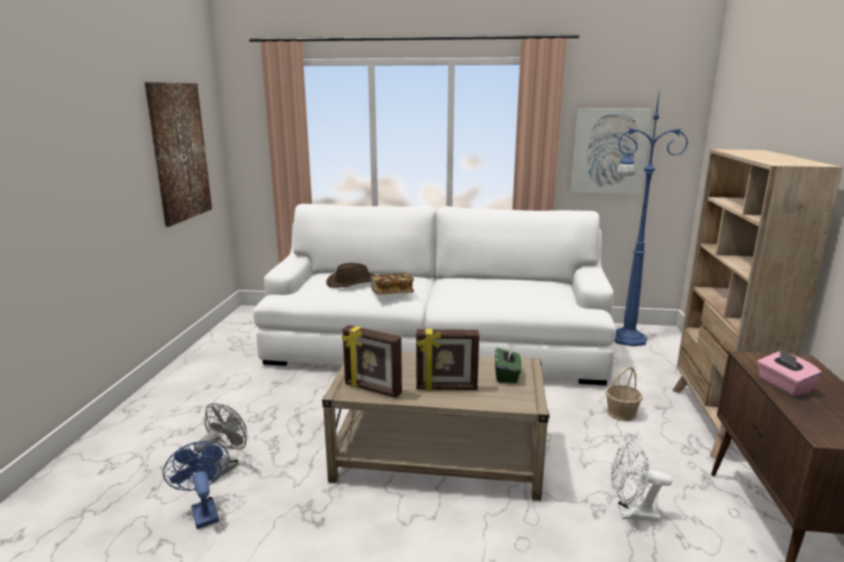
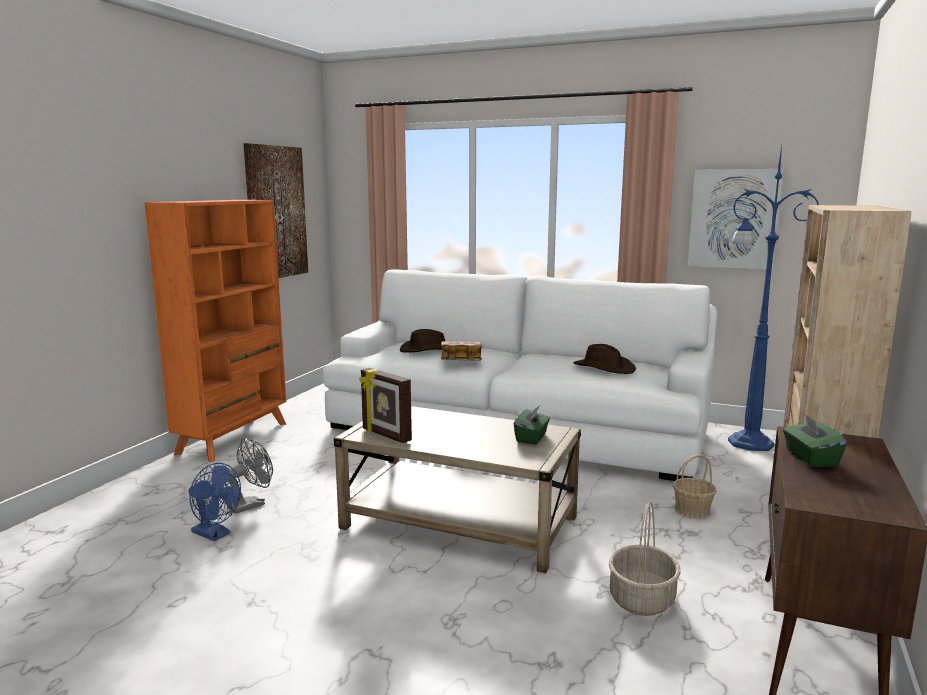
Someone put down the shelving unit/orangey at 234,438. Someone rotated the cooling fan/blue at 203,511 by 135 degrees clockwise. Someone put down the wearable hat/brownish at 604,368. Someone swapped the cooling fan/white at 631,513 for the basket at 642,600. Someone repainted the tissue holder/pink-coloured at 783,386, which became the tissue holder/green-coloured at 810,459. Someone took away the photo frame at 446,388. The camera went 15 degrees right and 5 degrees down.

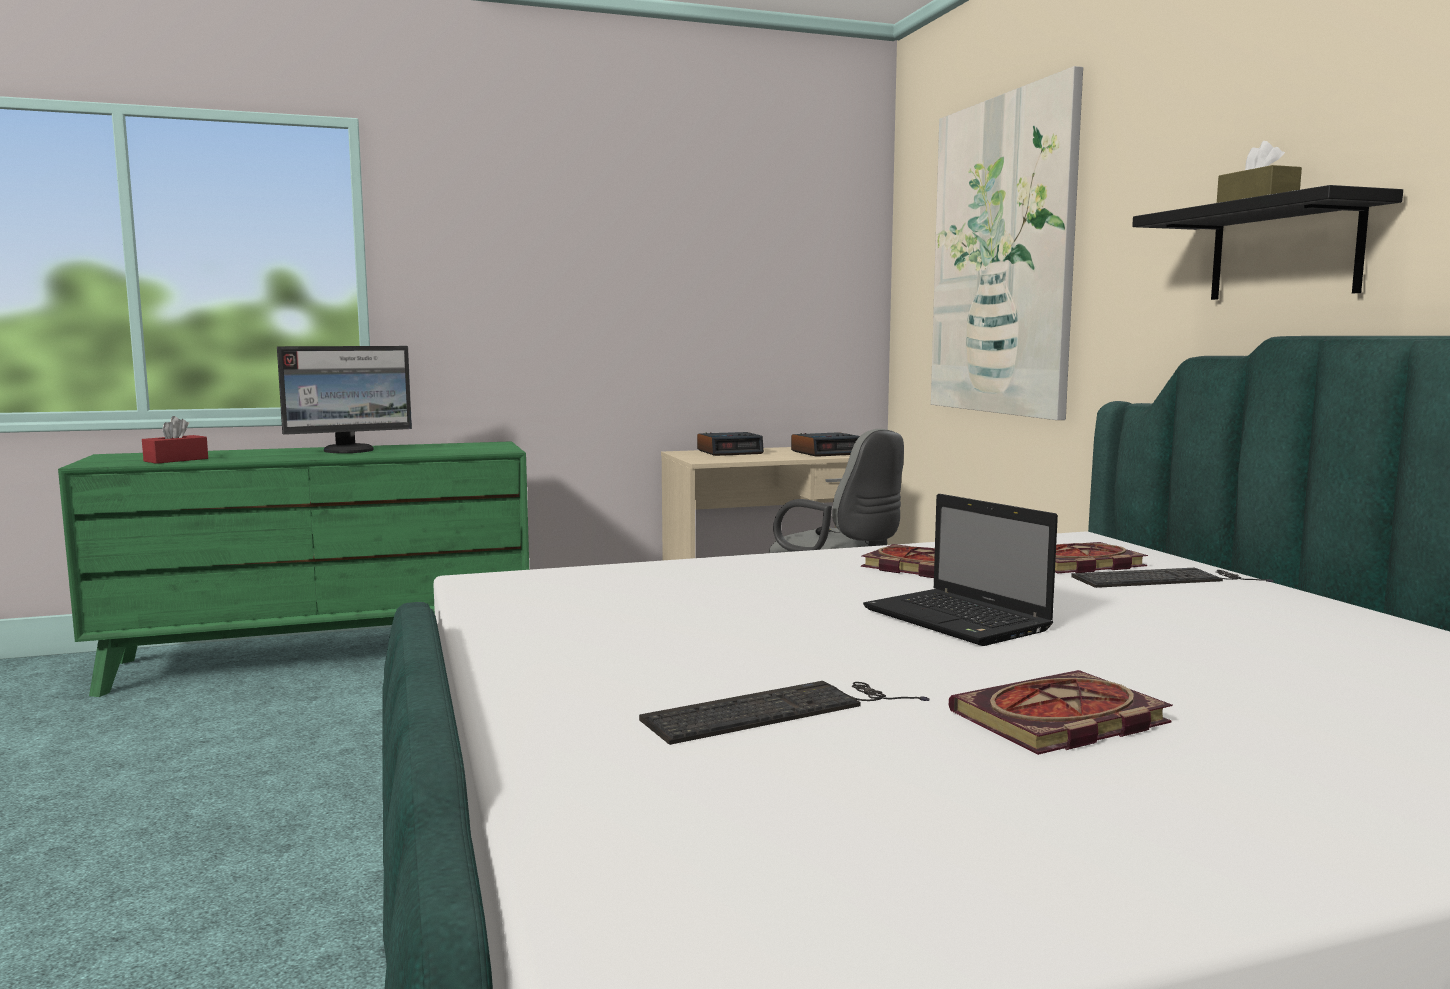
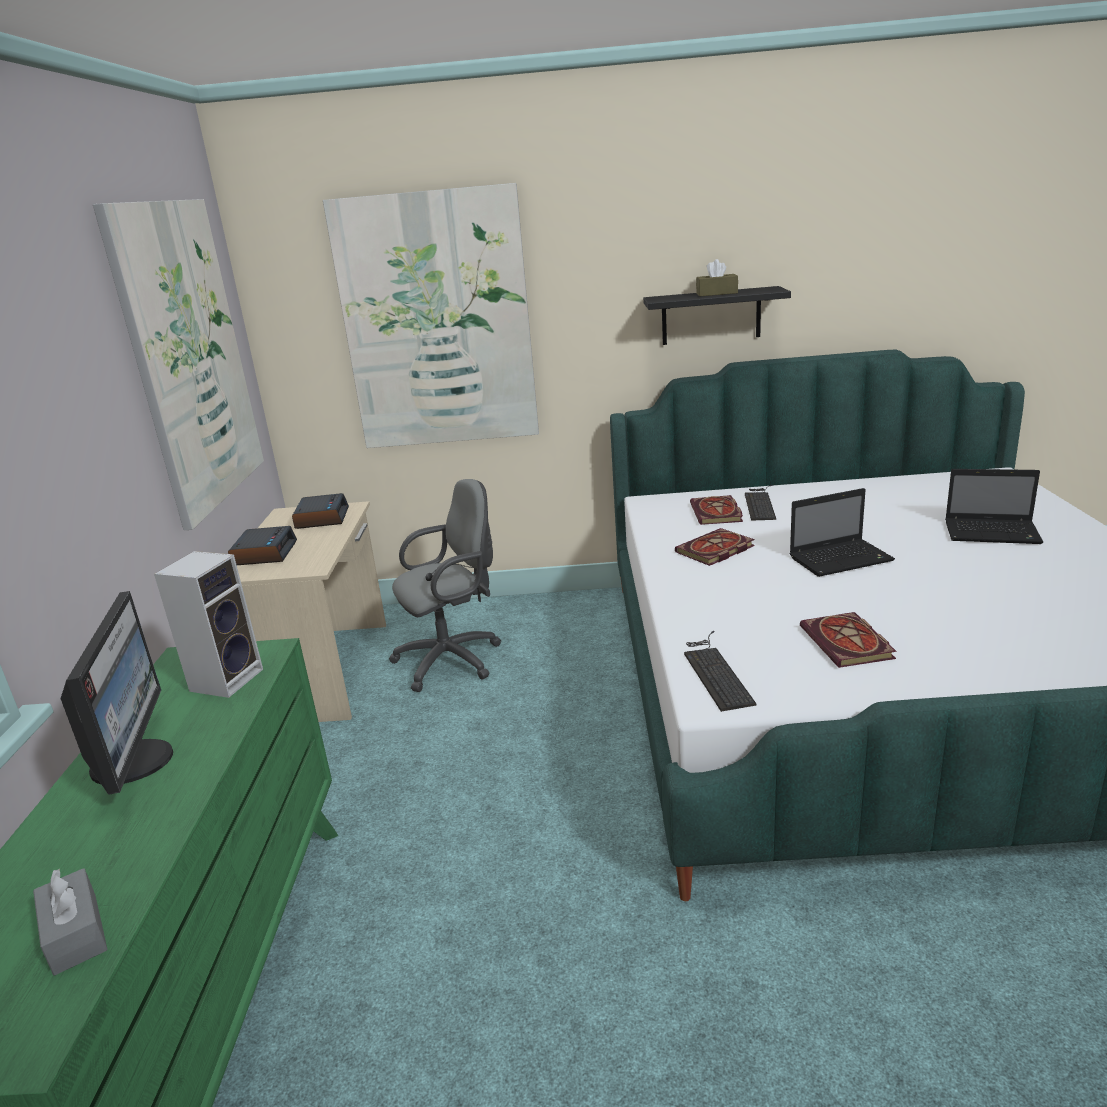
Someone repainted the tissue holder/reddish at 176,460, which became the tissue holder/gray at 75,933. Someone put up the picture at 189,357. Someone put down the loudspeaker at 227,678. Someone carried the keyboard from 778,710 to 715,671. Someone carried the bound book from 1058,721 to 849,644. Someone put down the notebook computer at 993,533. The camera went 70 degrees left and 15 degrees up.

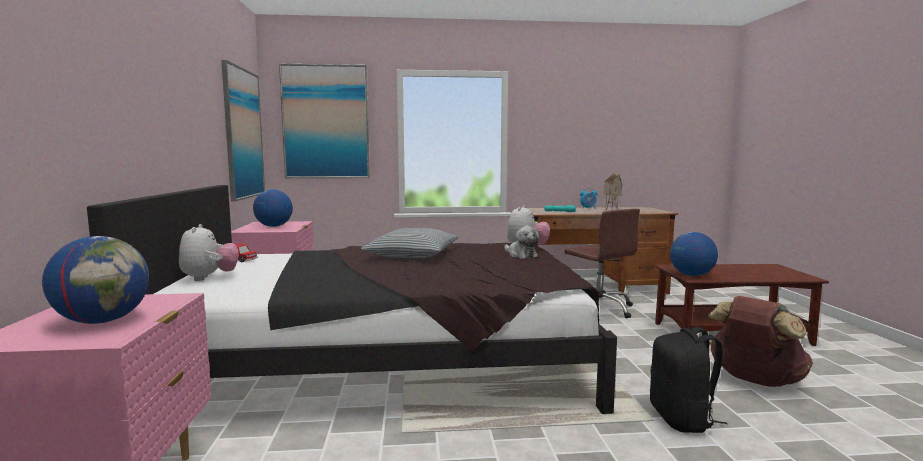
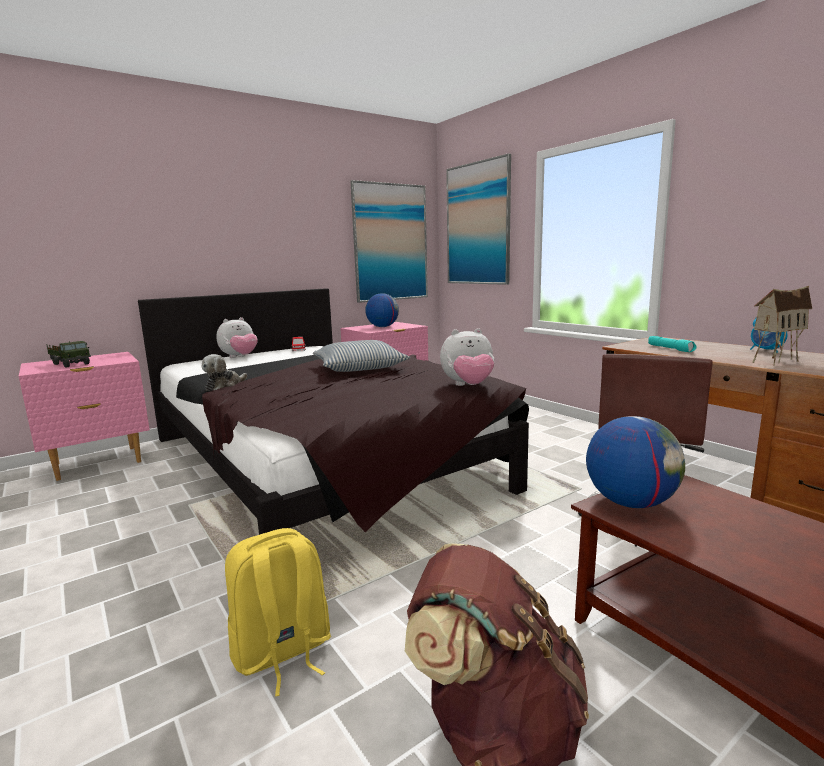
Someone swapped the globe at 103,321 for the toy lorry at 71,364. Someone carried the soft toy from 520,255 to 225,386. Someone repainted the rucksack/blackish at 682,419, which became the rucksack/yellow at 282,653. The camera went 60 degrees right and 5 degrees up.

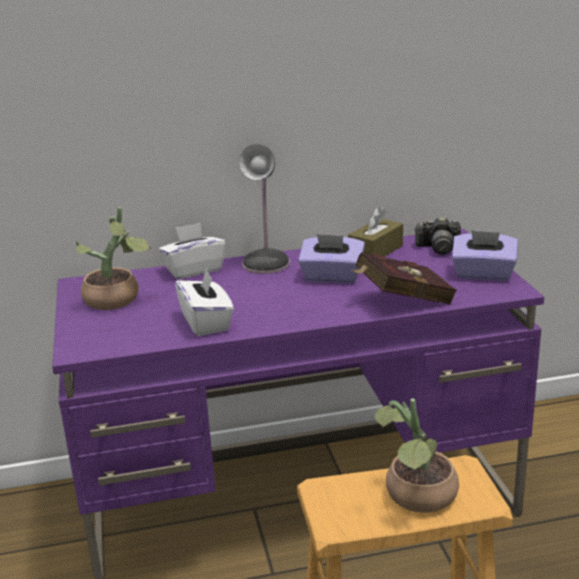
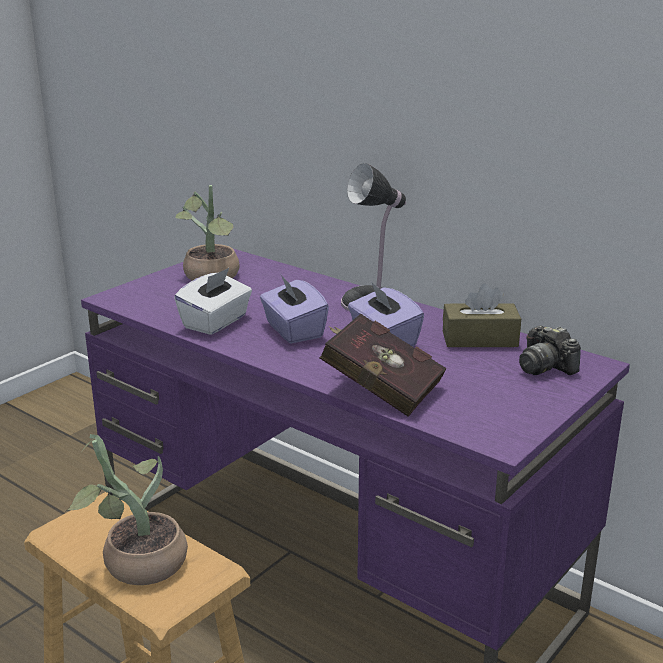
Someone carried the tissue holder/purplish from 483,274 to 293,330. Someone took away the tissue holder/white at 194,270. The camera went 50 degrees right and 0 degrees up.

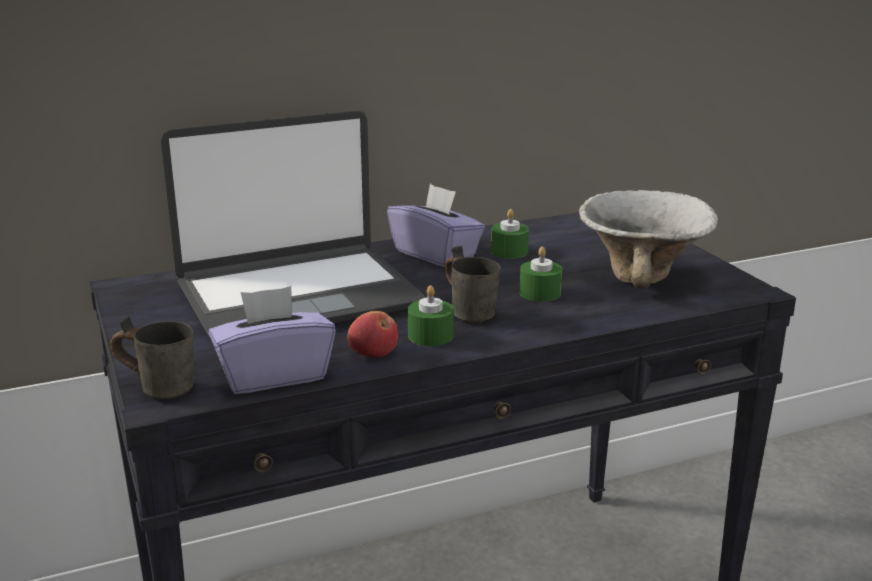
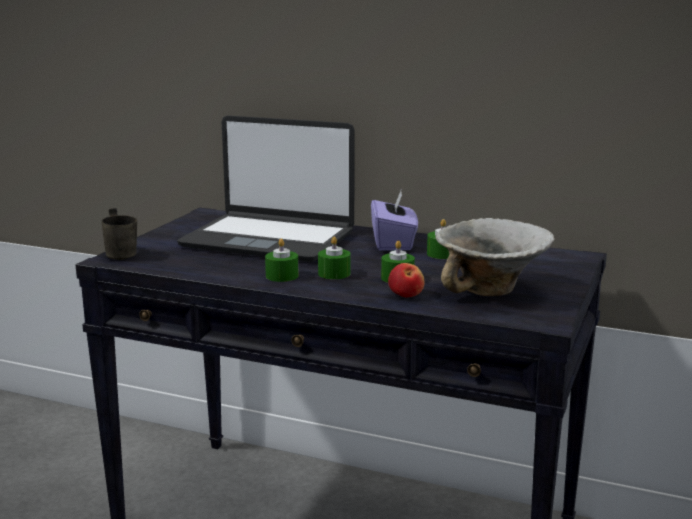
Someone swapped the tea mug/gray at 472,311 for the wax candle/green-coloured at 334,273. Someone carried the apple from 373,352 to 406,294. Someone took away the tissue holder/purplish at 273,375. The camera went 45 degrees right and 5 degrees down.

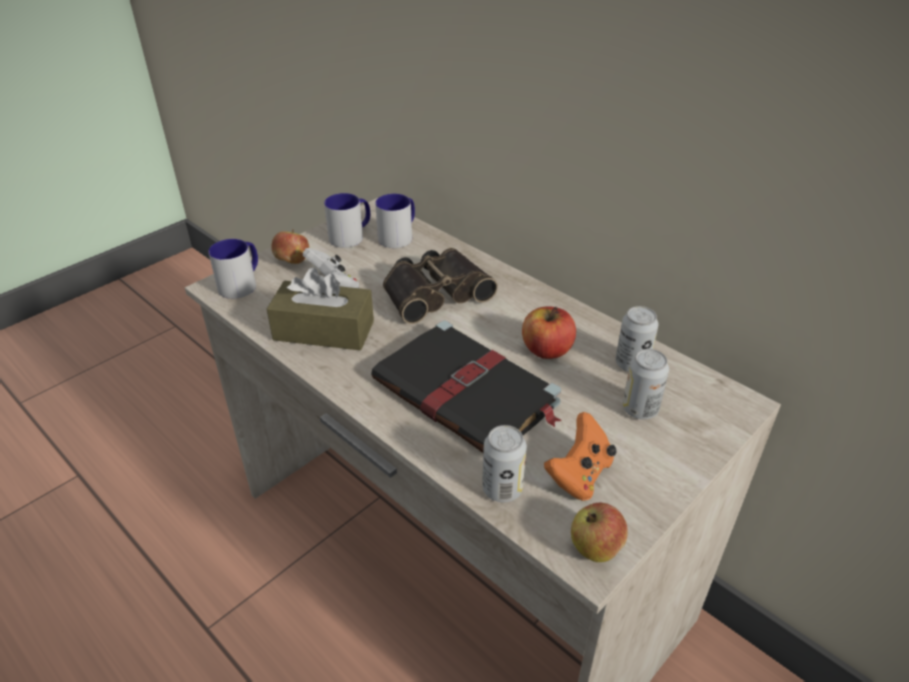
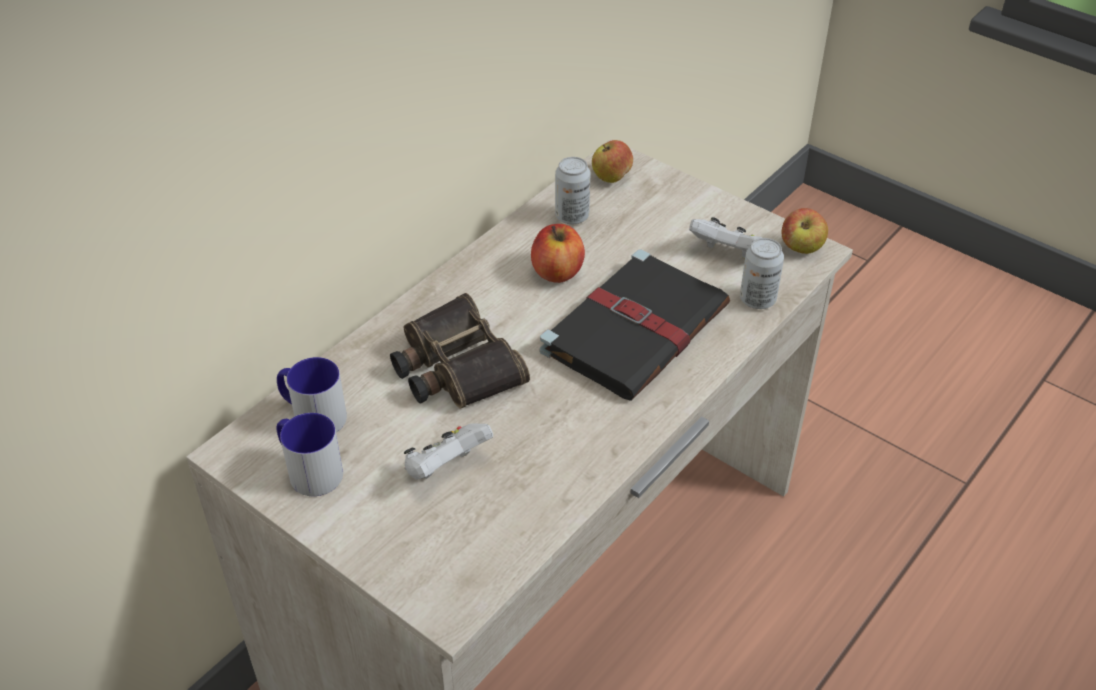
Someone carried the apple from 292,262 to 611,177. Someone repainted the game controller/orangey at 579,475, which became the game controller/white at 727,254. Someone took away the tea mug at 242,283. Someone took away the tissue holder/brownish at 324,330. Someone took away the sealed can at 640,409. The camera went 95 degrees left and 5 degrees up.

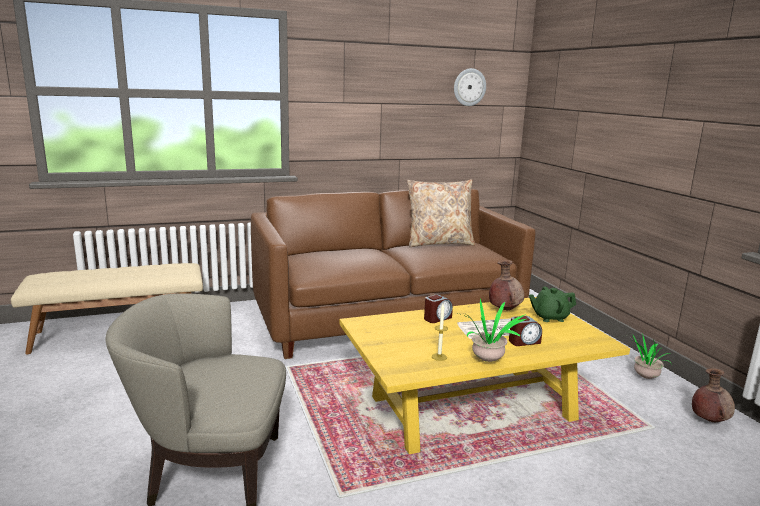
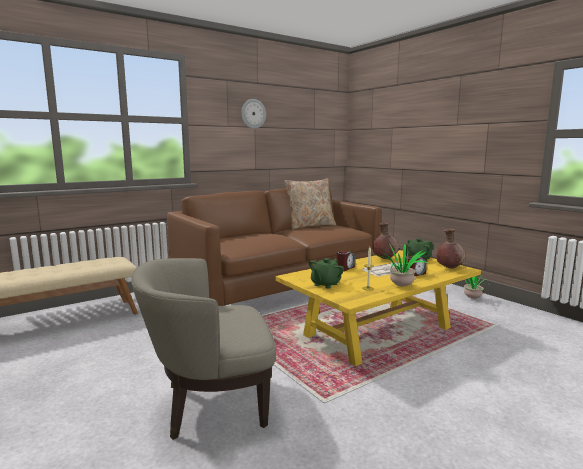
Someone carried the wall clock from 469,87 to 253,114. Someone put down the pot for tea/green-coloured at 325,284. Someone carried the flower vase/brownish from 708,420 to 449,268. The camera went 15 degrees left and 5 degrees down.

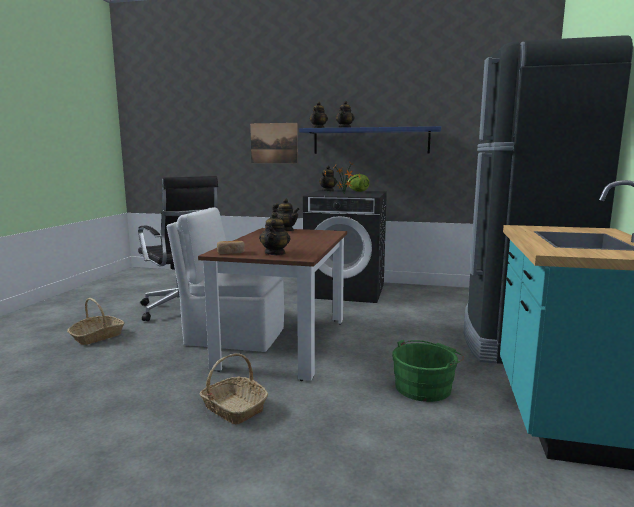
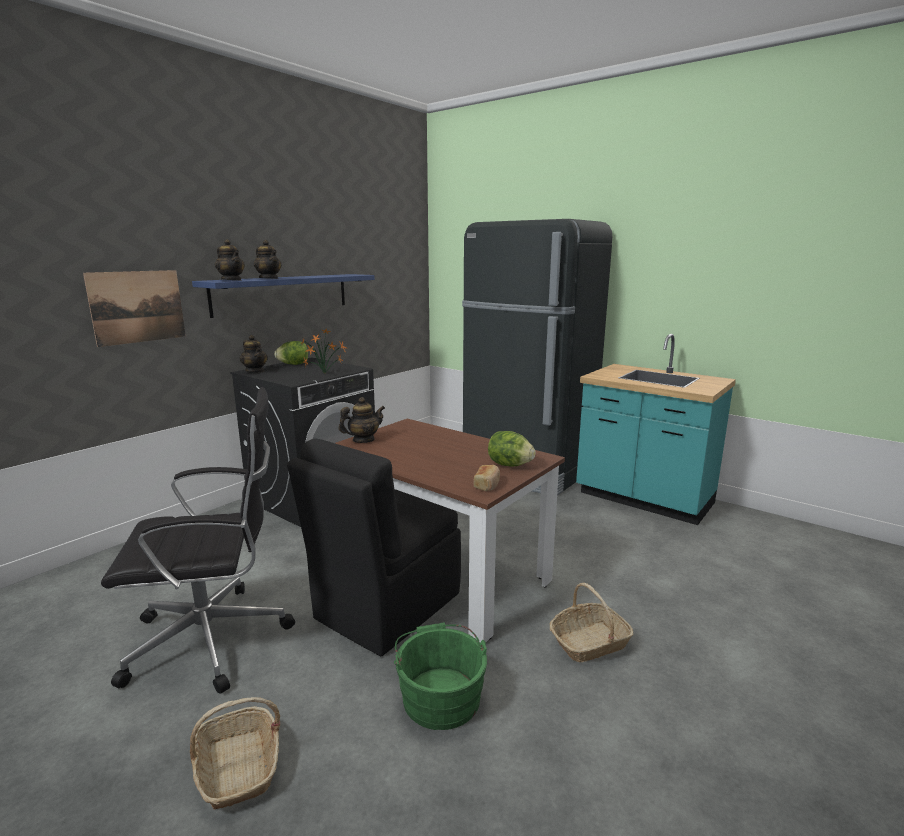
Someone repainted the chair/white at 233,336, which became the chair/blackish at 385,607. Someone carried the pail/green-coloured from 425,386 to 440,694. Someone swapped the pot for tea at 275,253 for the lettuce at 509,465. The camera went 65 degrees left and 5 degrees up.

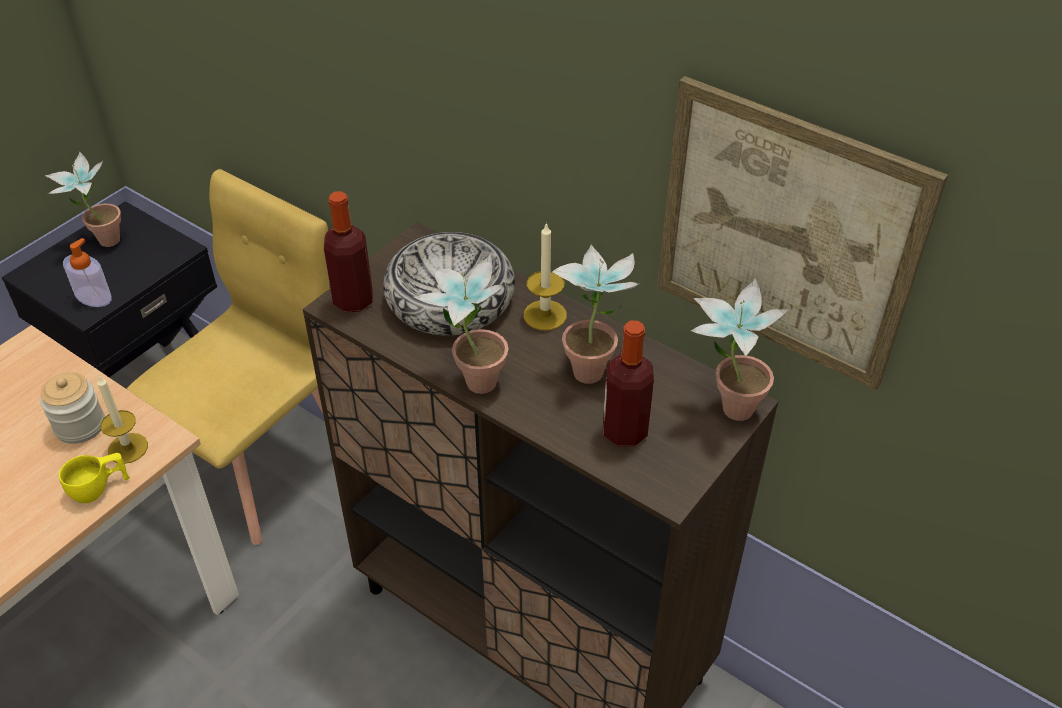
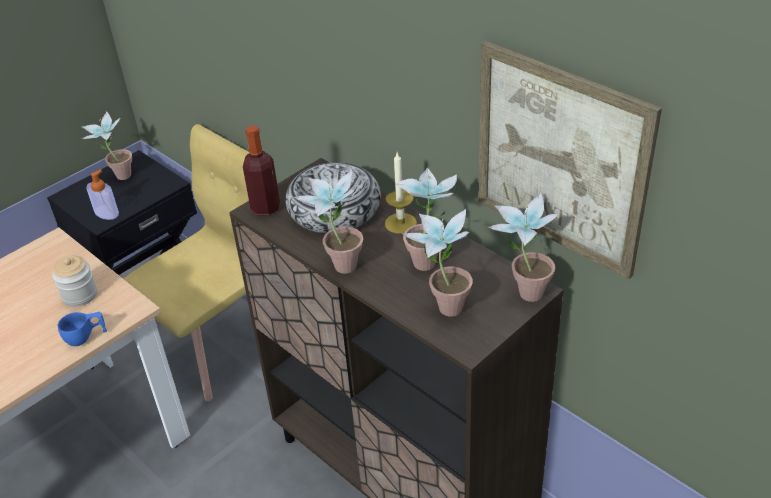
Someone repainted the cup/yellow at 99,489, which became the cup/blue at 86,337. Someone swapped the bottle at 624,431 for the plant in a pot at 443,304. Someone took away the wax candle at 128,448. The camera went 10 degrees right and 5 degrees down.

